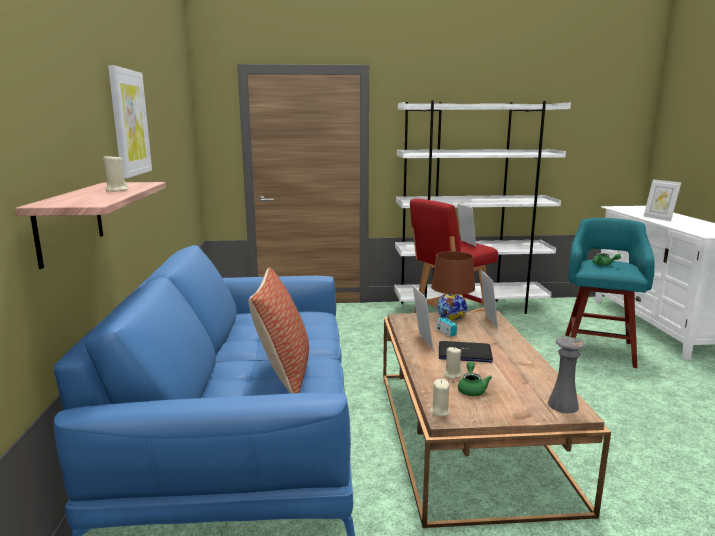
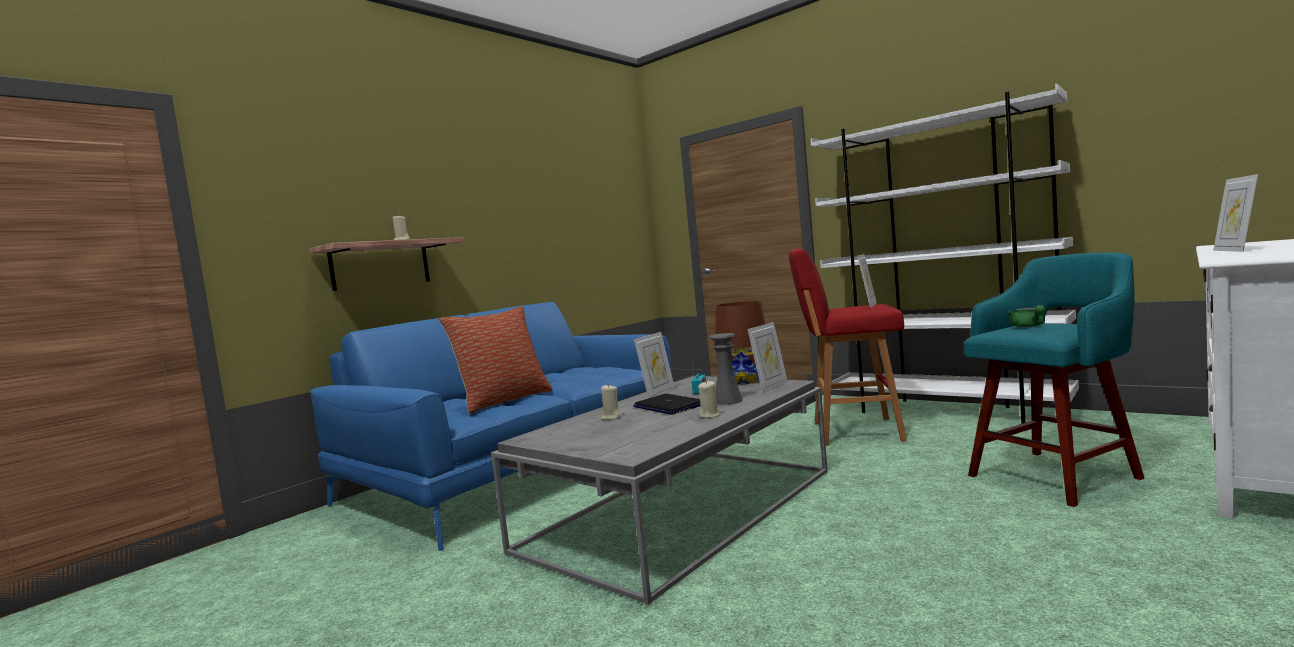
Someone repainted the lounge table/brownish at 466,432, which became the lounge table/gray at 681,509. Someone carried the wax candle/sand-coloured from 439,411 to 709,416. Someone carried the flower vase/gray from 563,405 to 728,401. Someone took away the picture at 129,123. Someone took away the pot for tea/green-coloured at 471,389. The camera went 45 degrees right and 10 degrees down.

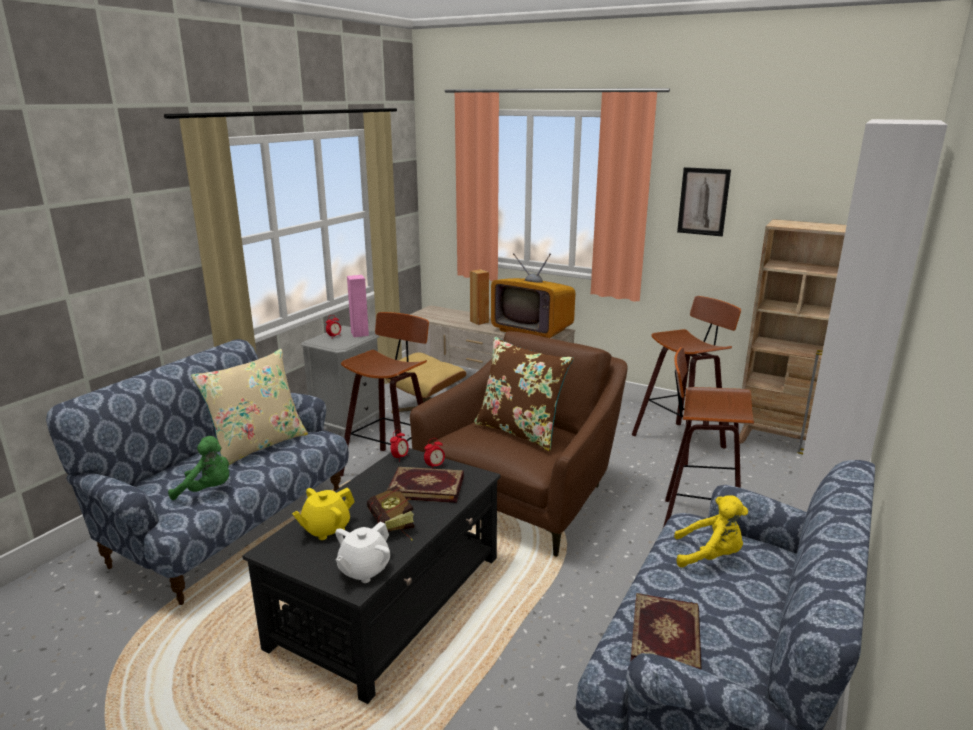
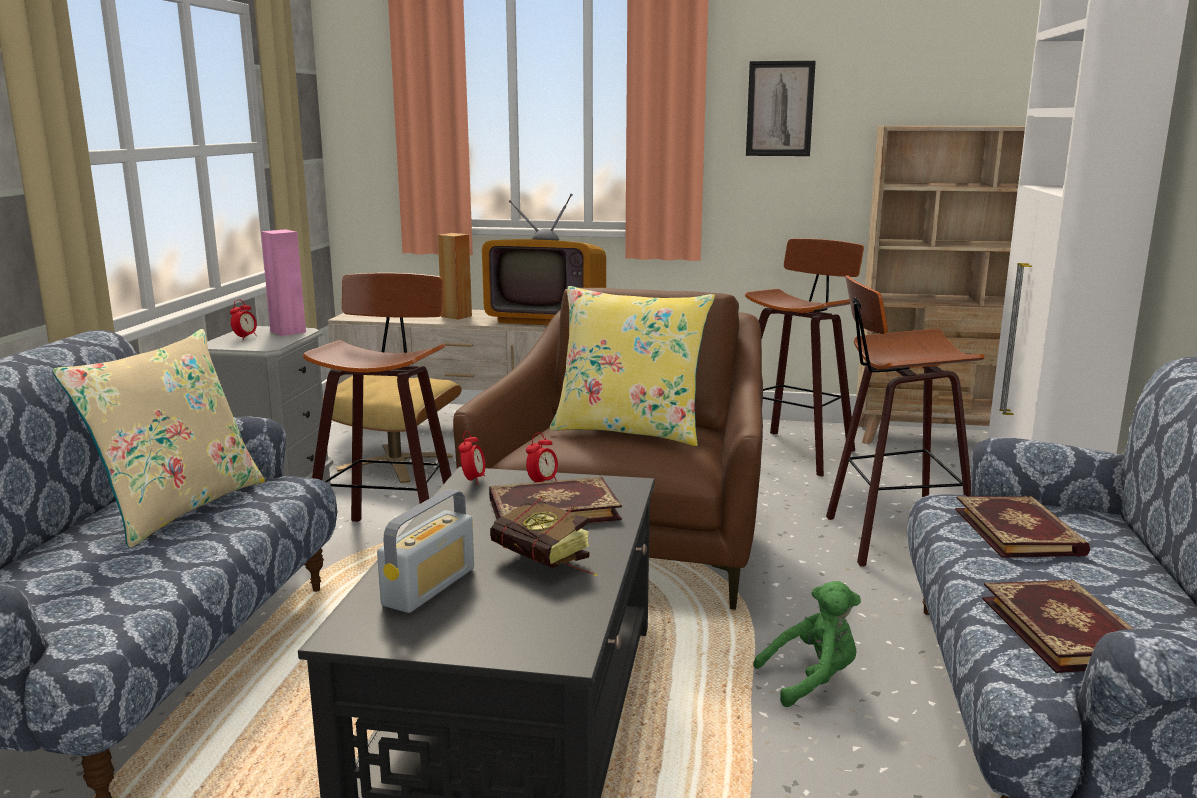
Someone swapped the pot for tea/yellow at 326,529 for the radio at 429,586. Someone repainted the cushion/brownish at 520,431, which became the cushion/yellow at 629,430. Someone carried the soft toy/green-coloured from 207,490 to 812,680. Someone swapped the soft toy/yellow at 710,556 for the bound book at 1020,531. Someone took away the pot for tea/white at 364,570. The camera went 20 degrees left and 5 degrees down.

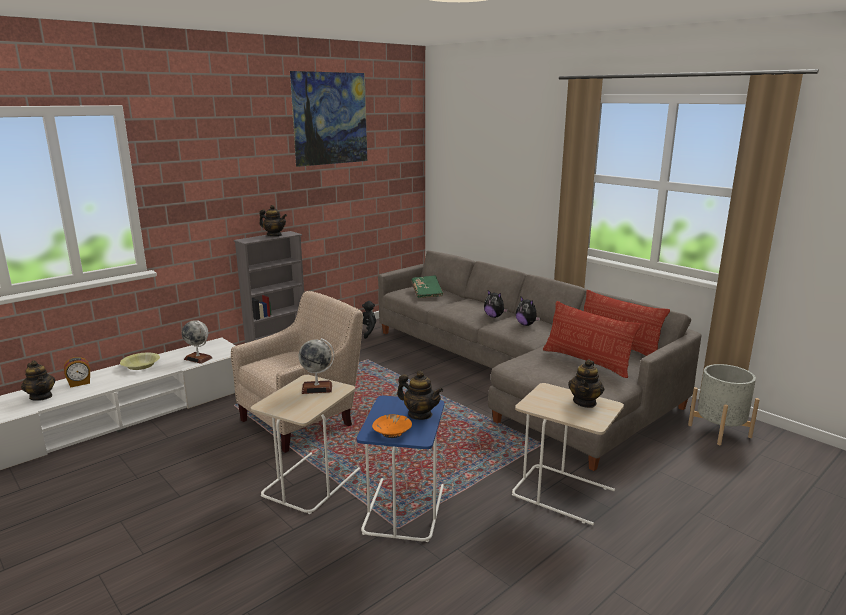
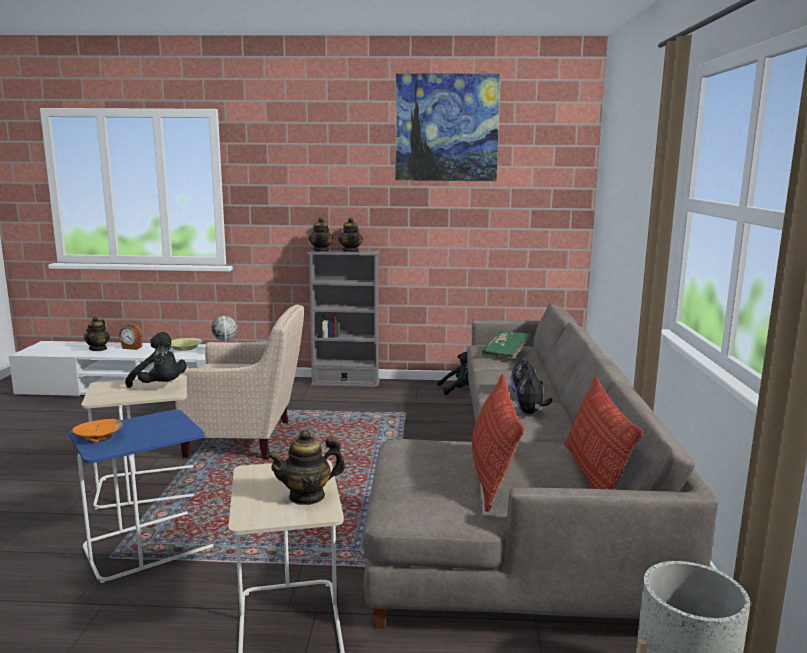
Someone swapped the globe at 317,388 for the soft toy/blackish at 160,386. Someone carried the pot for tea from 420,415 to 321,250. The camera went 45 degrees right and 5 degrees down.

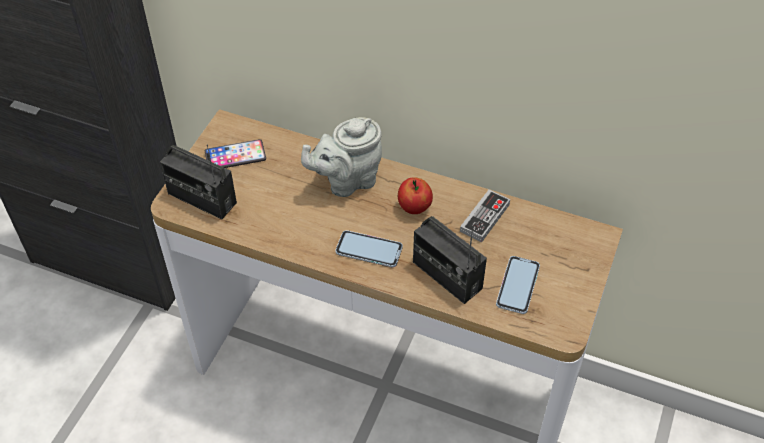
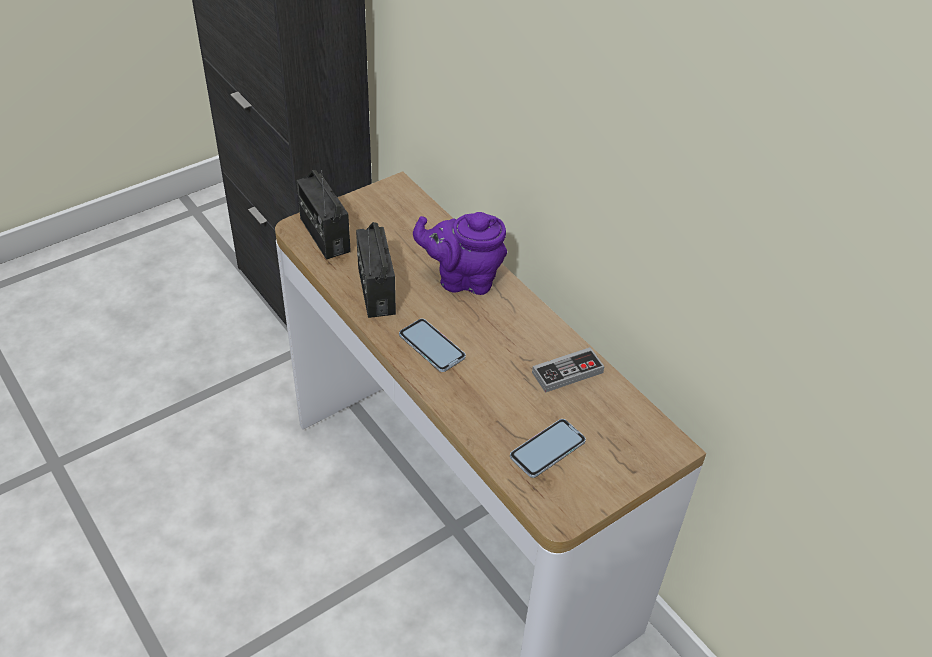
Someone carried the radio from 446,275 to 376,291. Someone repainted the pot for tea/gray at 347,181, which became the pot for tea/purplish at 463,279. Someone took away the telephone at 235,156. Someone took away the apple at 414,207. The camera went 30 degrees right and 5 degrees down.

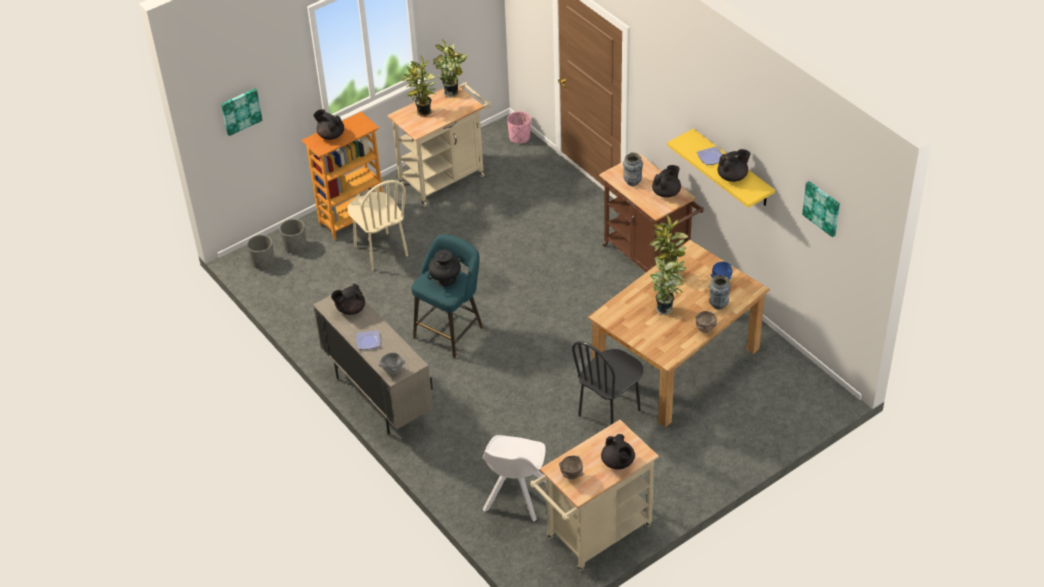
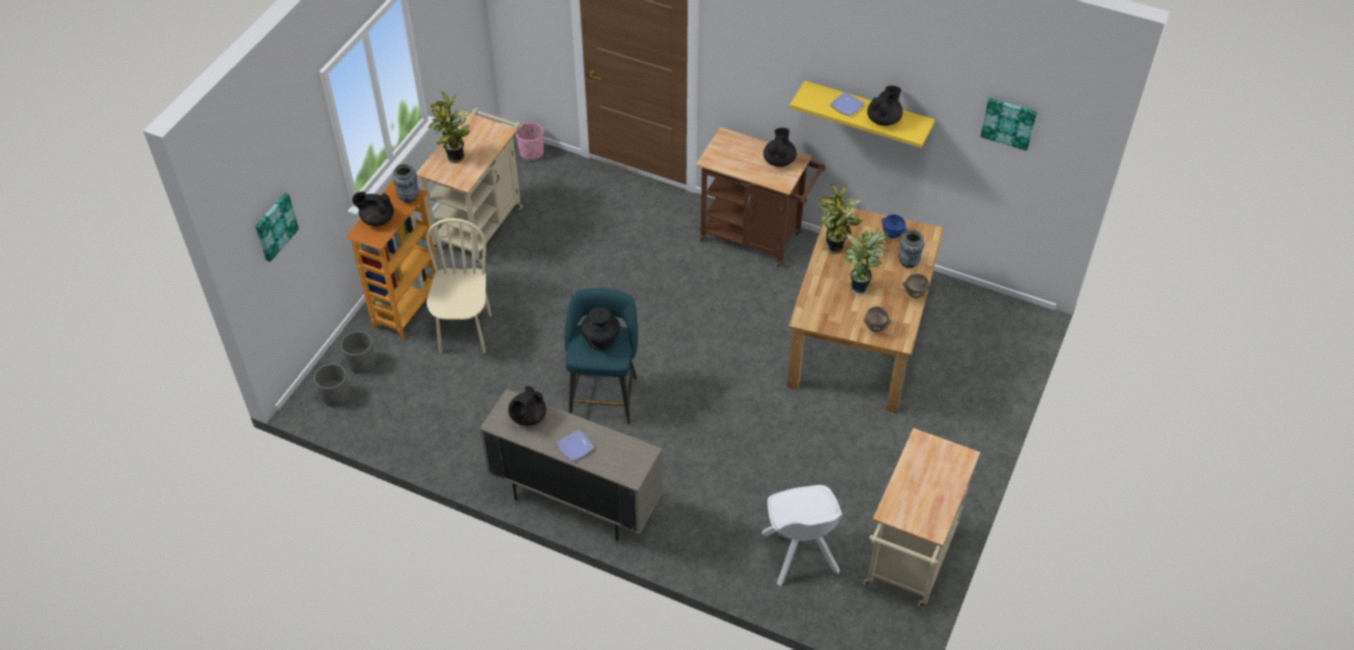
Someone carried the flower vase from 632,182 to 409,198. Someone rotated the chair/sand-coloured at 380,251 by 120 degrees counterclockwise. Someone carried the bowl/brownish from 571,476 to 875,328. Someone took away the bowl/gray at 393,371. Someone took away the plant in a pot at 453,93. Someone took away the chair/blackish at 609,413. Someone took away the pot for tea/blackish at 618,462. The camera went 30 degrees left and 5 degrees up.

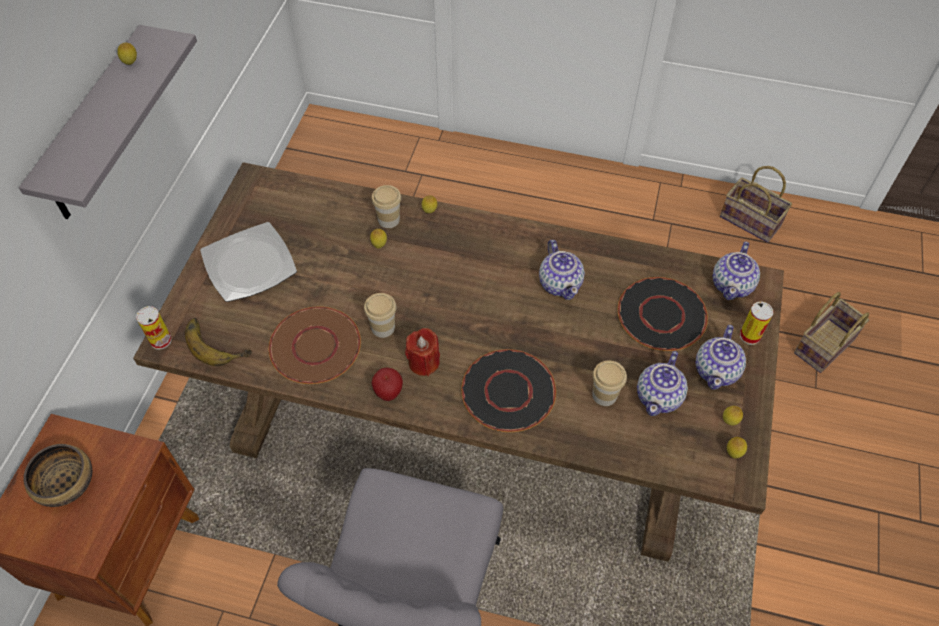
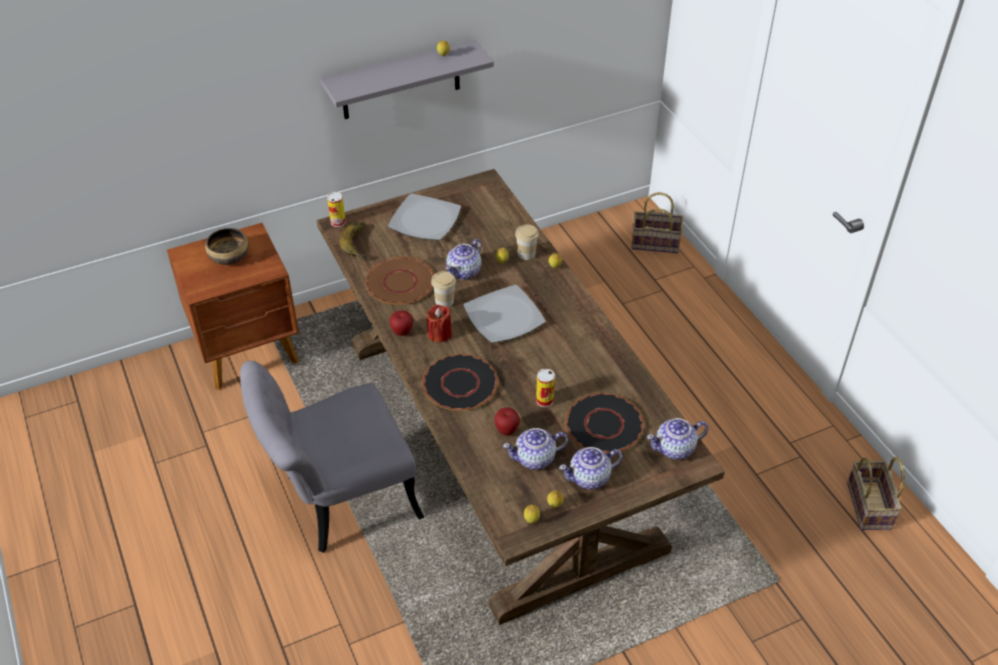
Someone carried the pot for tea from 560,283 to 464,272. Someone put down the flat dish at 503,317. Someone swapped the cup at 604,395 for the apple at 507,430. Someone carried the sealed can from 750,336 to 544,400. Someone carried the basket from 824,344 to 656,242. The camera went 50 degrees right and 10 degrees down.

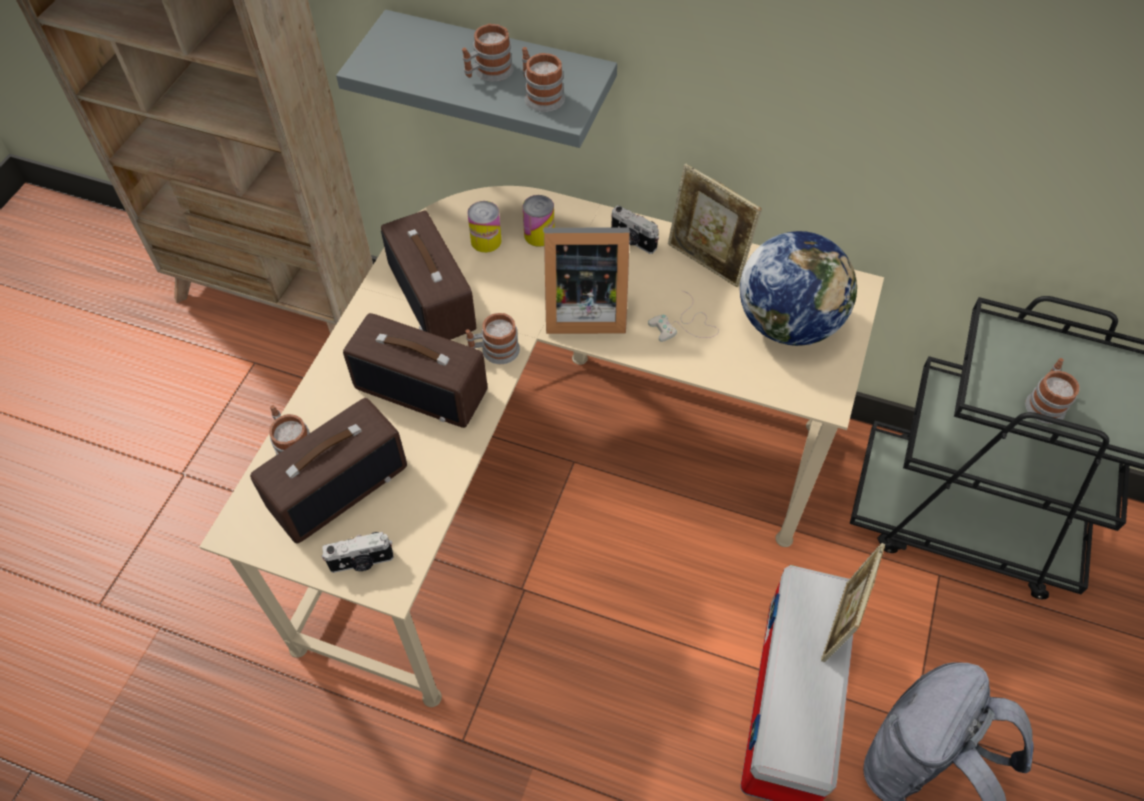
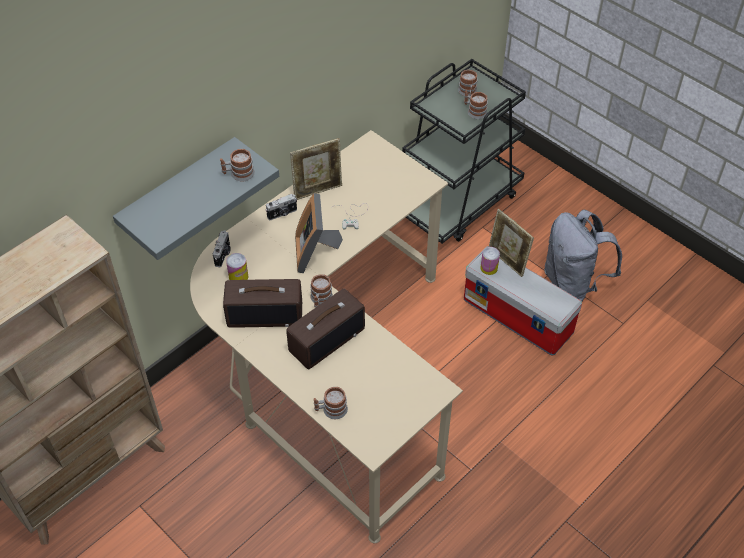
Someone carried the still camera from 362,562 to 223,255. Someone rotated the photo frame at 582,309 by 150 degrees clockwise. Someone carried the tea mug from 488,72 to 468,92. Someone carried the sealed can from 539,235 to 489,268. Someone took away the radio at 338,485. Someone took away the globe at 788,323. The camera went 65 degrees left and 5 degrees down.

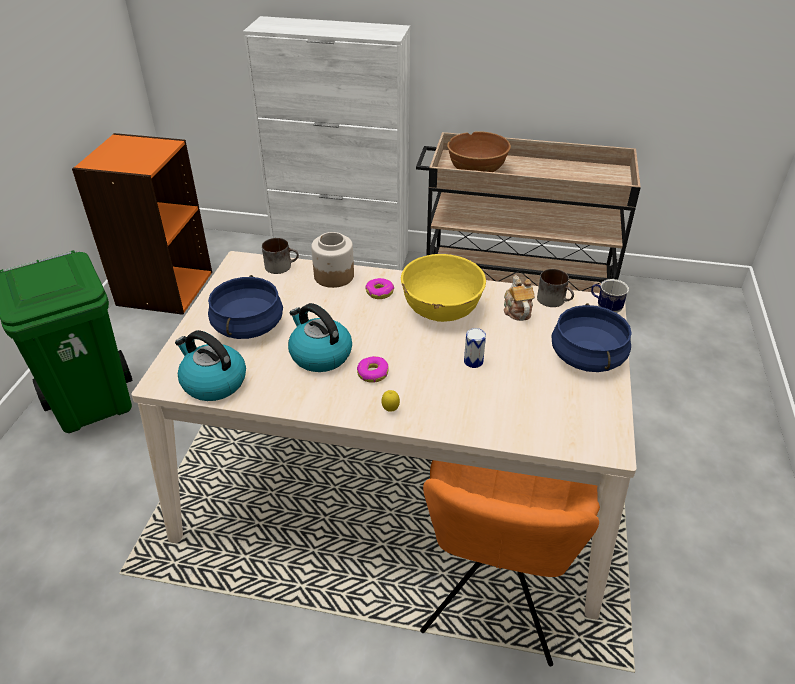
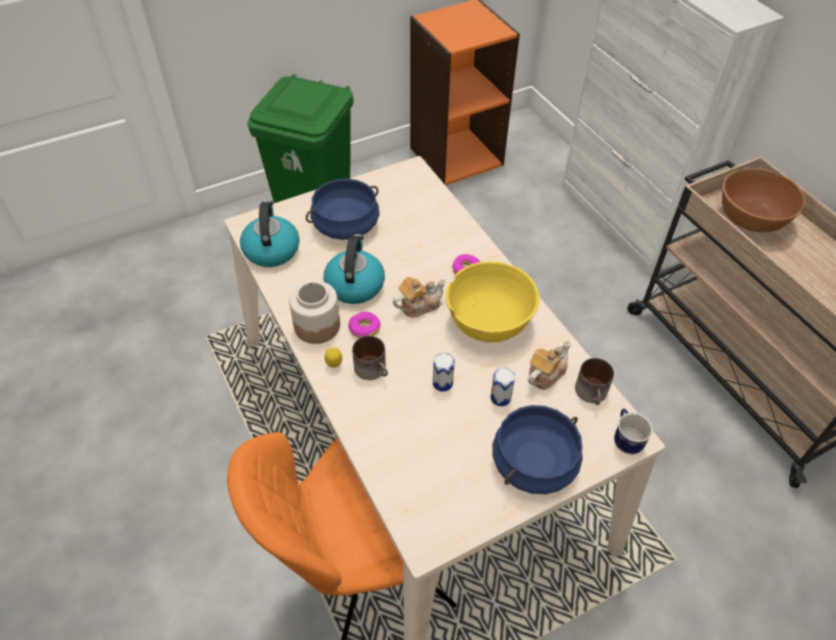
Someone carried the storage jar from 333,276 to 317,325. Someone carried the tea mug from 281,265 to 374,369. Someone put down the pot for tea at 419,305. Someone put down the sealed can at 500,398. The camera went 50 degrees right and 10 degrees up.

